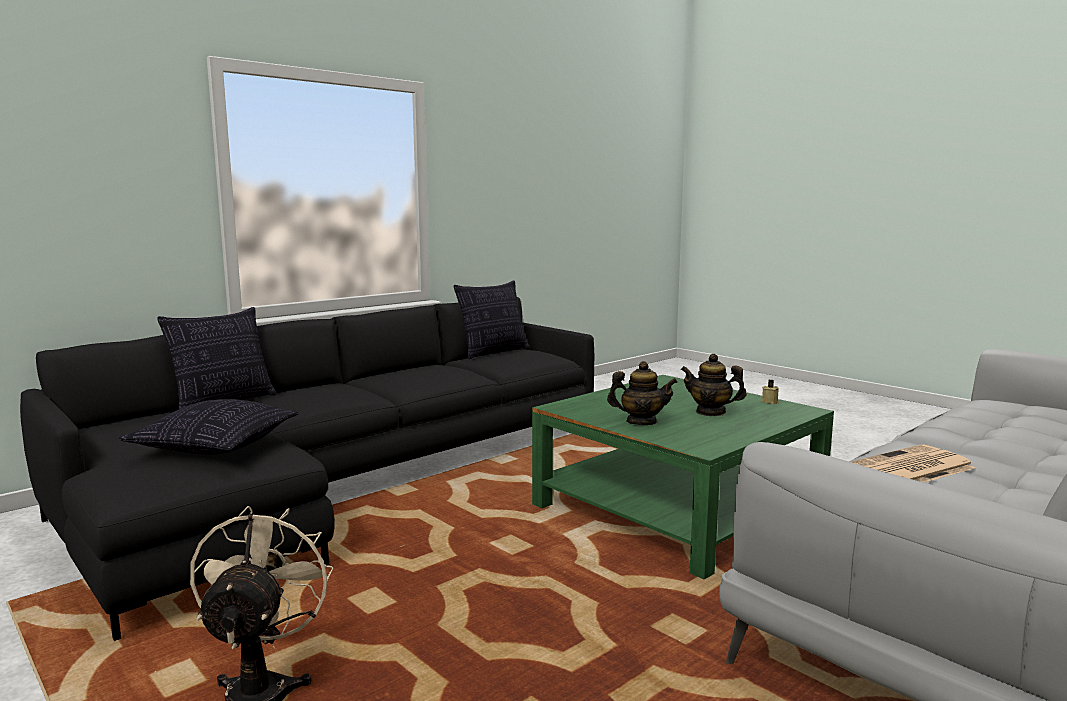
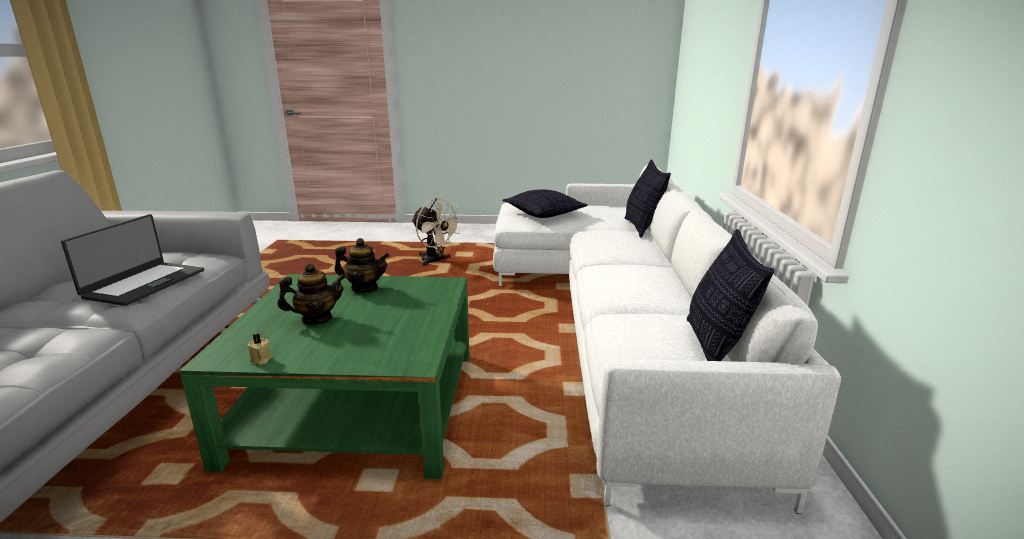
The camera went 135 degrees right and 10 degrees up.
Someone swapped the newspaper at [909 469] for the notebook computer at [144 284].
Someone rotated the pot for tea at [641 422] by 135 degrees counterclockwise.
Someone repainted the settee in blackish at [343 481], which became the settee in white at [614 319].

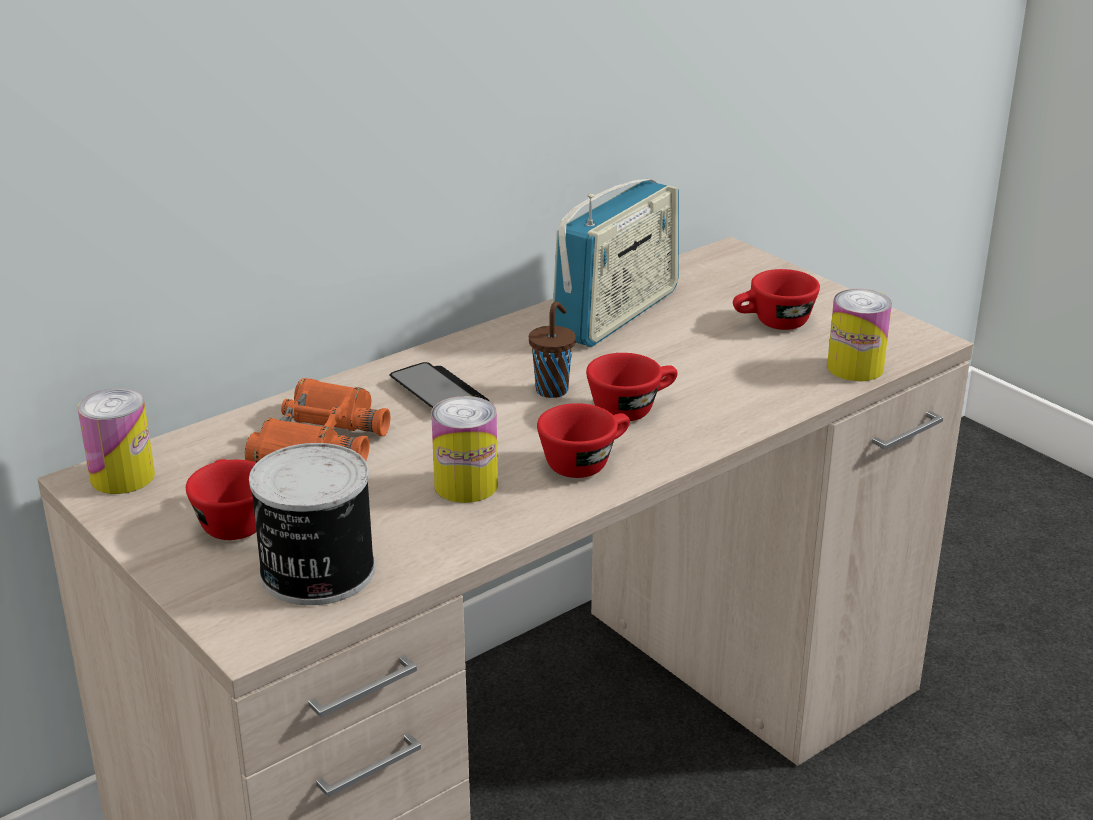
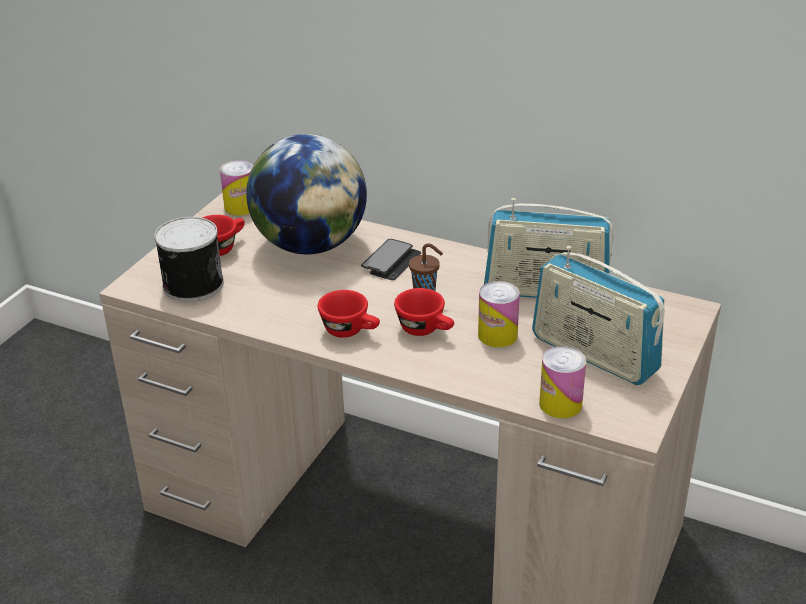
The camera went 65 degrees right and 5 degrees up.
Someone swapped the field glasses in orange at [320 442] for the desk globe at [310 245].
Someone carried the can from [466 485] to [497 335].
Someone swapped the cup in red-coloured at [773 324] for the radio receiver at [594 354].

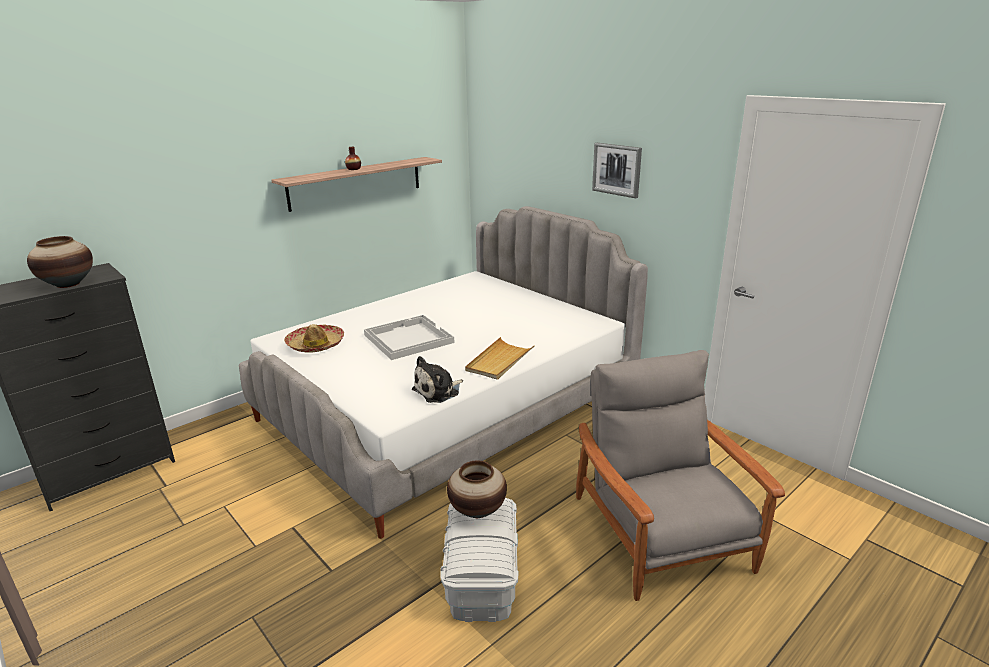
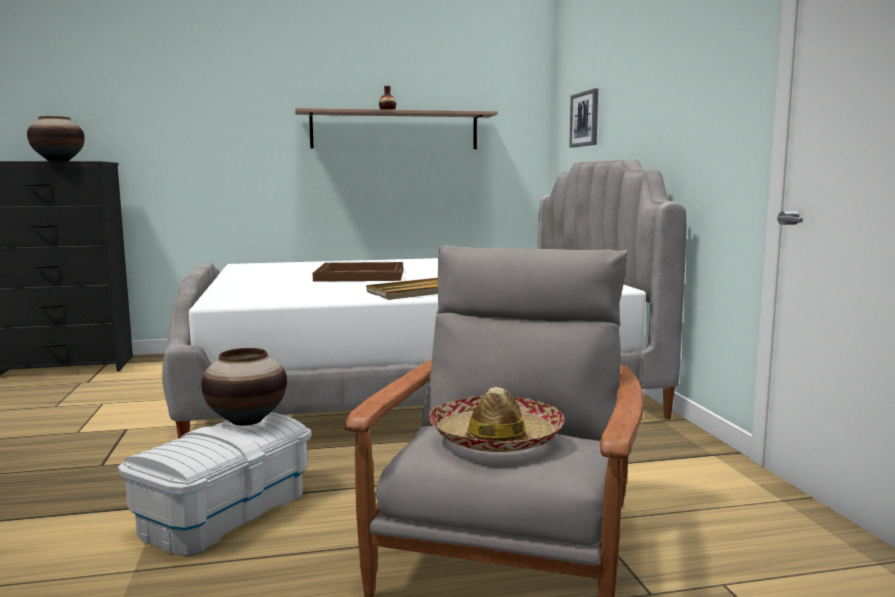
The camera went 30 degrees right and 15 degrees down.
Someone repainted the serving tray in white at [407 338], which became the serving tray in brown-coloured at [359 275].
Someone carried the hat from [315 345] to [495 438].
Someone carried the picture from [617 169] to [585 119].
Someone took away the soft toy at [438 391].

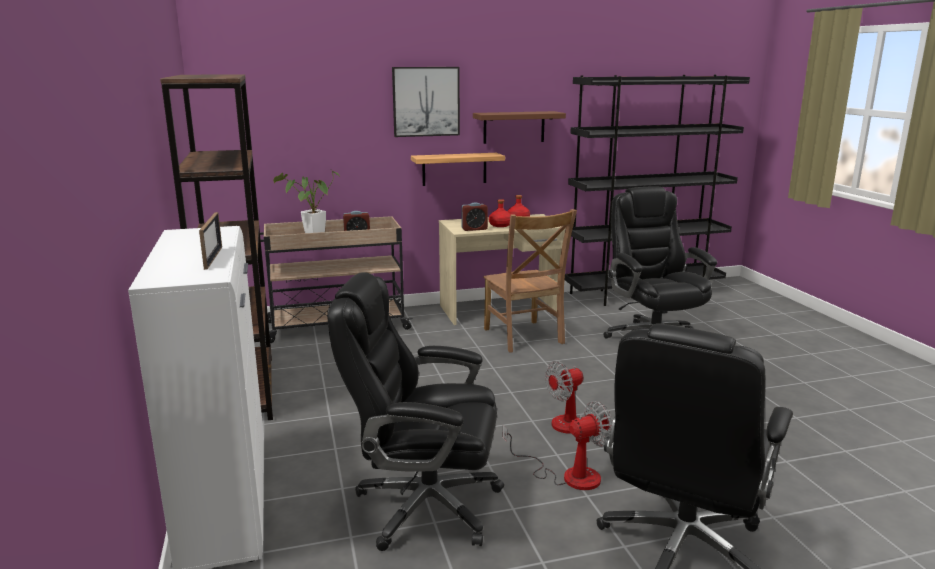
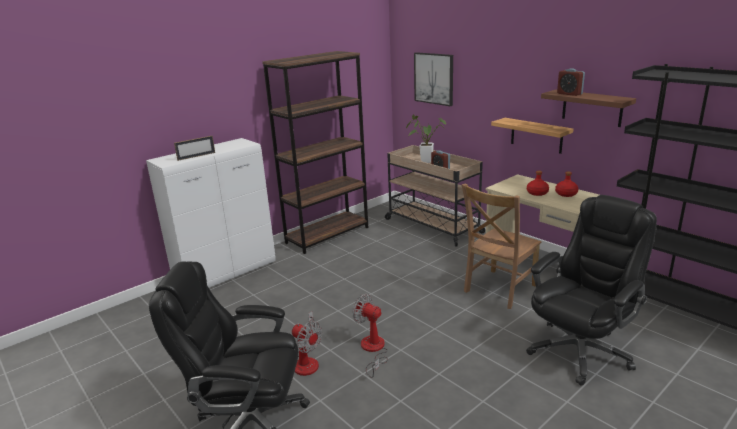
The camera went 65 degrees right and 5 degrees up.
Someone carried the picture from [426 101] to [434 78].
Someone carried the alarm clock from [474 229] to [569 94].
Someone took away the office chair in blackish at [424 505].

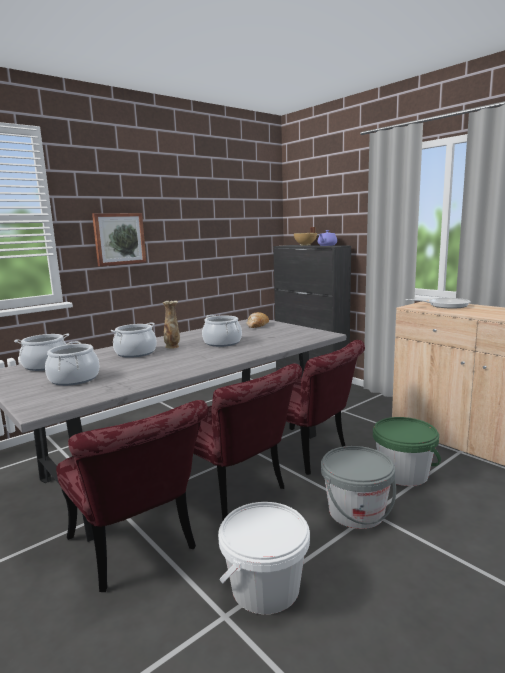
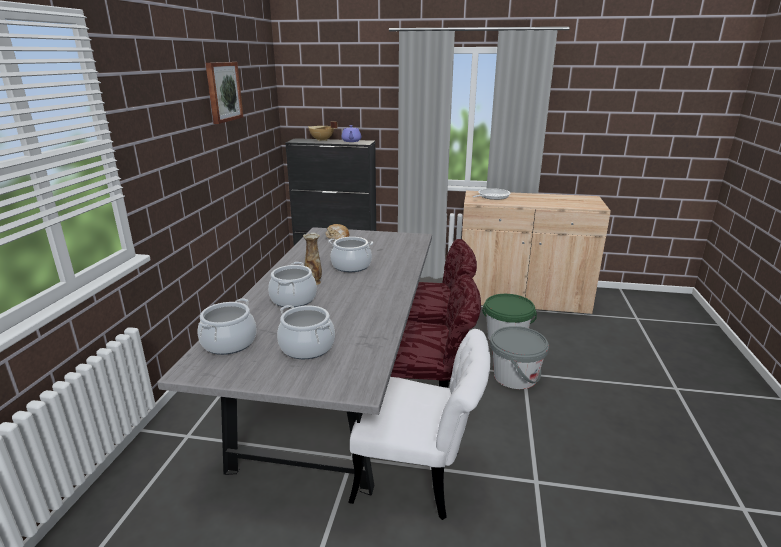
The camera went 40 degrees left and 10 degrees up.
Someone carried the picture from [119 239] to [223 92].
Someone repainted the upright chair in red-coloured at [137 550], which became the upright chair in white at [420 477].
Someone took away the water bucket in white at [265 587].

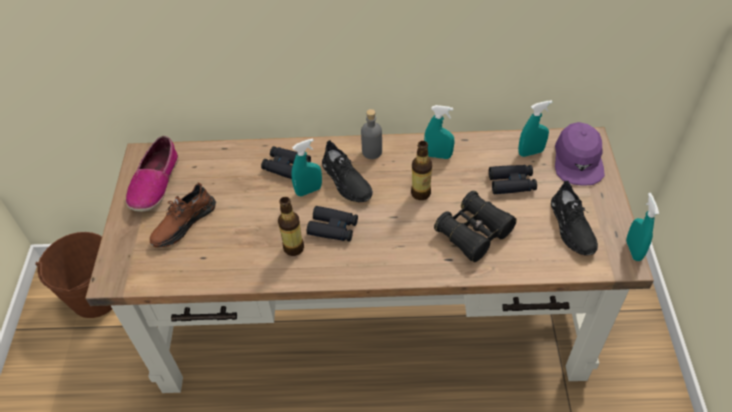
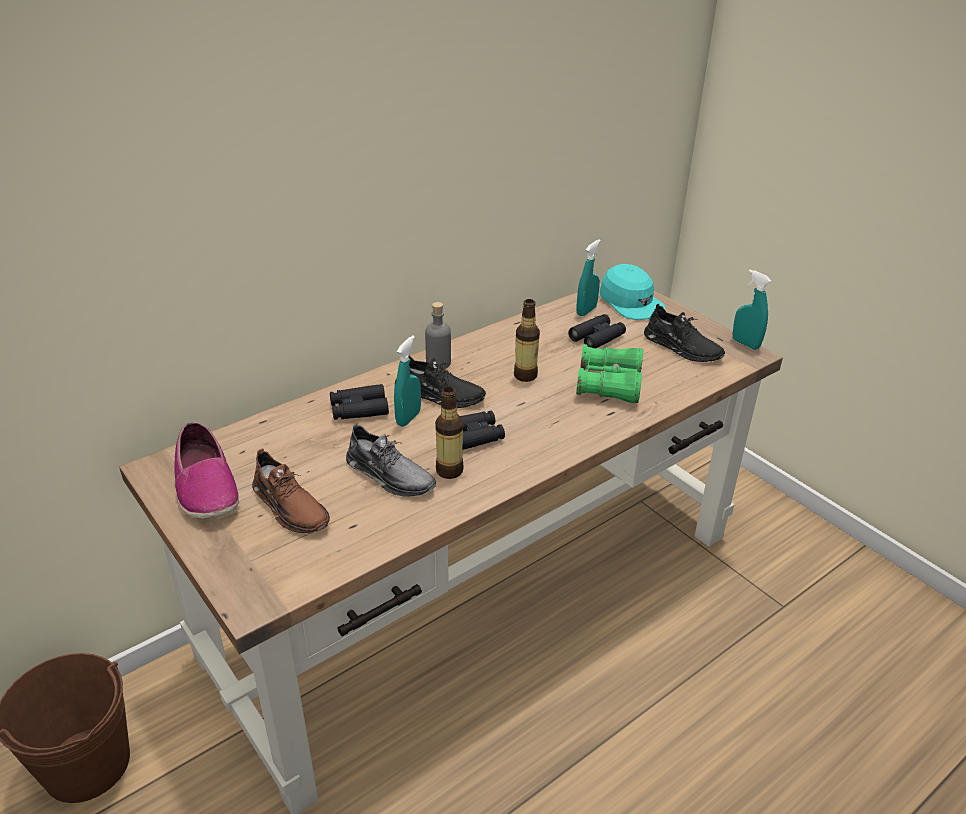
The camera went 40 degrees left and 15 degrees down.
Someone rotated the shoe in brown-coloured at [183 223] by 45 degrees counterclockwise.
Someone put down the shoe in greyish at [389 475].
Someone repainted the field glasses in blackish at [474 233], which became the field glasses in greenish at [609 385].
Someone repainted the peaked cap in purplish at [578 160], which became the peaked cap in blue-green at [630 302].
Someone took away the hand sprayer in blue-green at [438 155].

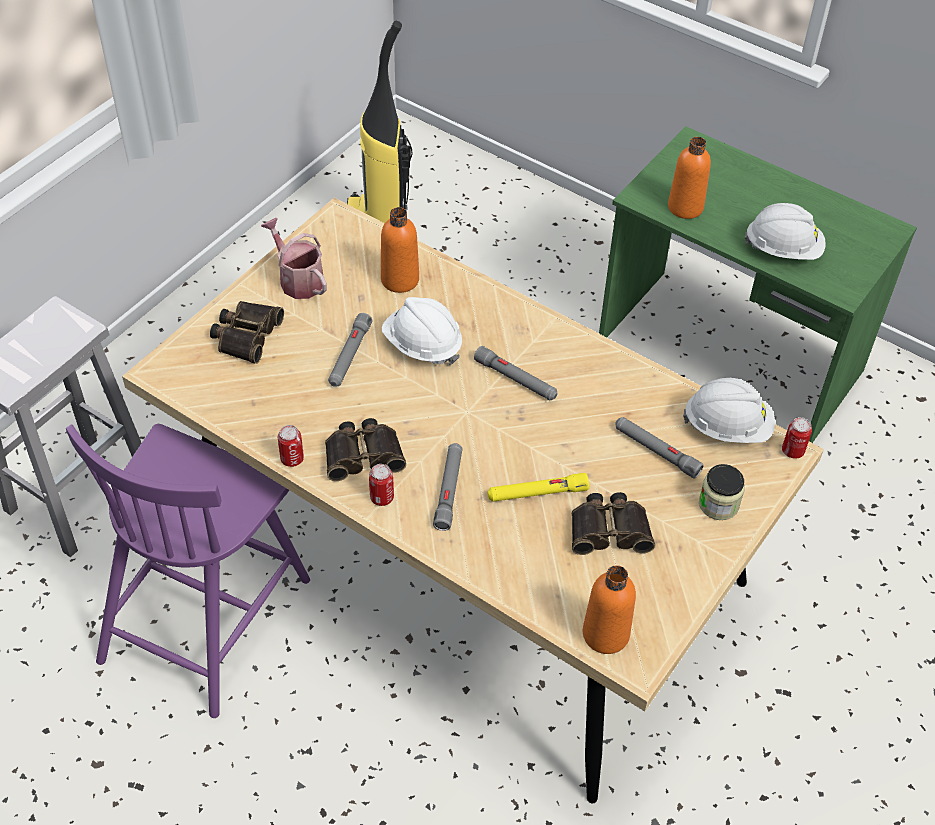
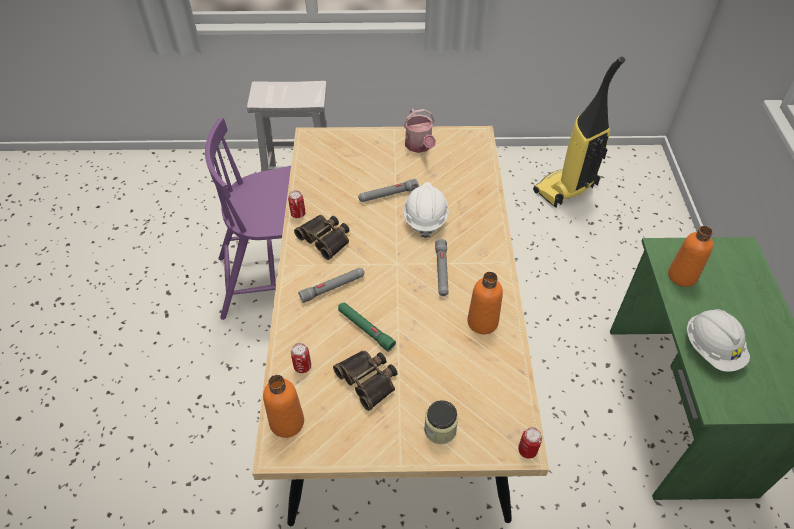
The camera went 55 degrees right and 0 degrees up.
Someone carried the can from [382 497] to [302 366].
Someone repainted the flashlight in yellow at [537 493], which became the flashlight in greenish at [365 329].
Someone rotated the sprinkling can at [298 279] by 150 degrees clockwise.
Someone carried the beverage bottle in orange from [400 280] to [482 322].
Someone took away the field glasses at [246 335].
Someone took away the flashlight in greyish at [656 451].
Someone took away the hard hat in white at [727 427].

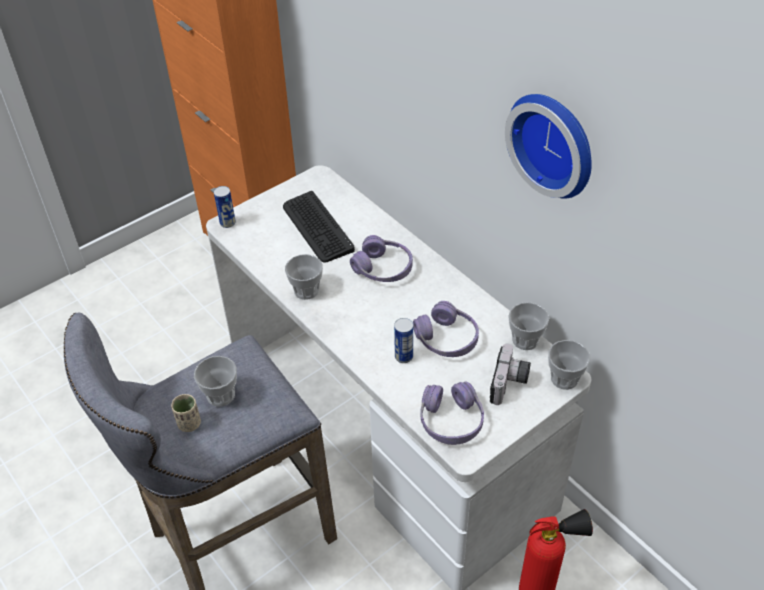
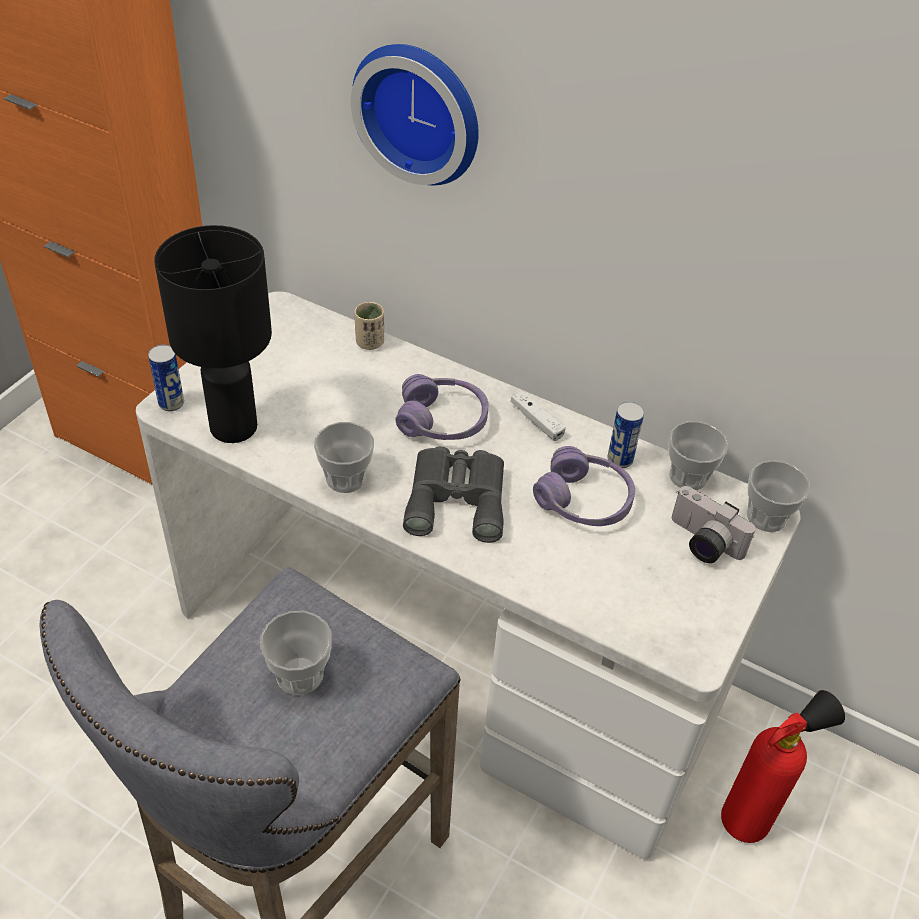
The camera went 25 degrees left and 0 degrees up.
Someone put down the table lamp in blackish at [232 428].
Someone carried the wall clock from [555 142] to [421 111].
Someone carried the cup in beige-coloured from [189 424] to [369 343].
Someone put down the field glasses in greyish at [457 497].
Someone put down the gamepad in white at [536 421].
Someone carried the can from [403 356] to [620 459].
Someone rotated the photo camera at [510 384] by 135 degrees clockwise.
Someone took away the computer keyboard at [317 227].
Someone took away the headphones in purplish at [451 421].

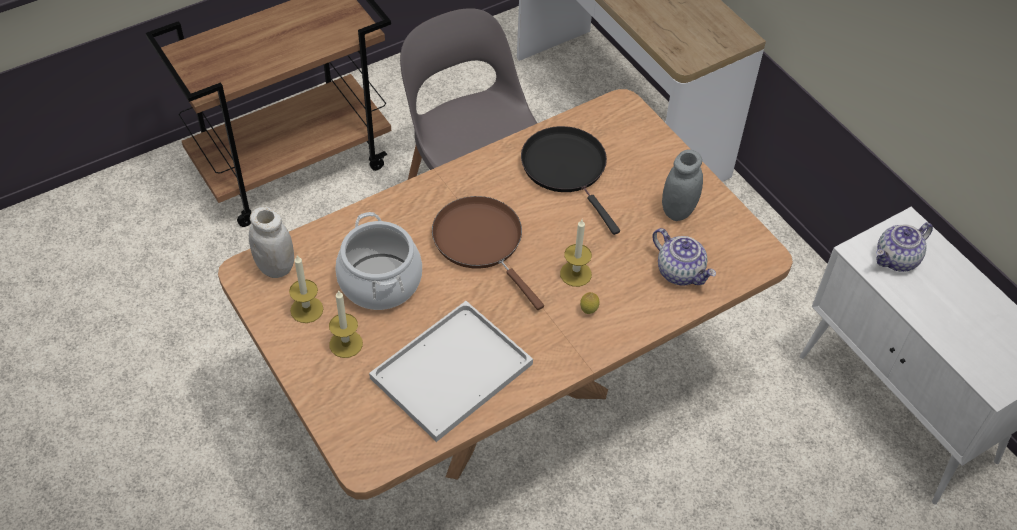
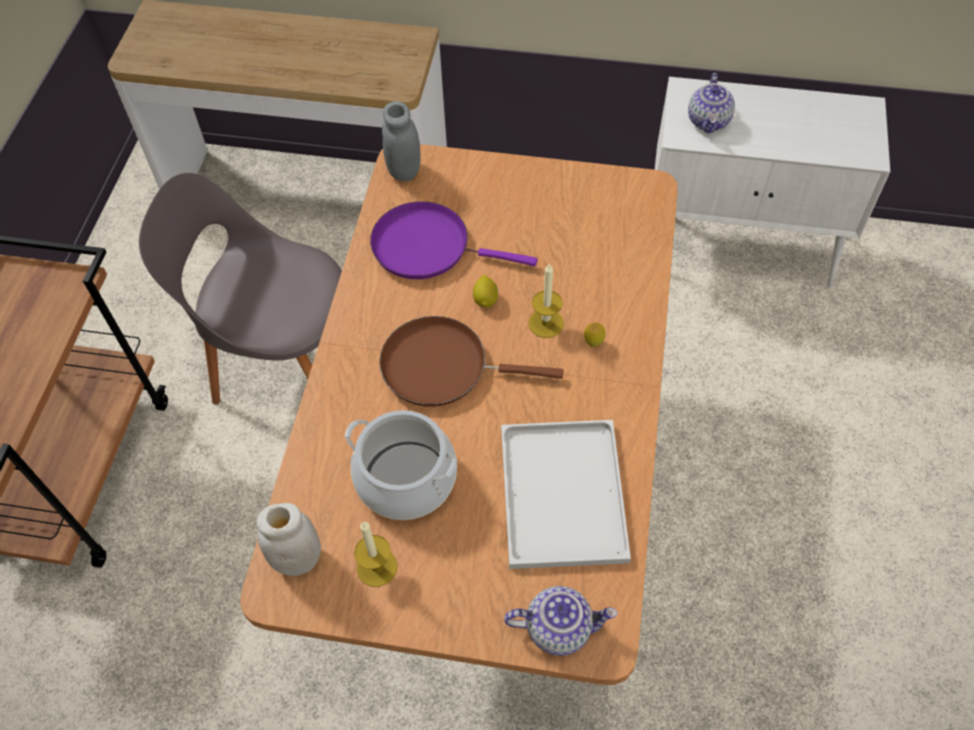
The camera went 45 degrees left and 5 degrees up.
Someone repainted the skillet in blackish at [567 169], which became the skillet in purplish at [428 246].
Someone carried the jar in greyish from [678 210] to [404 170].
Someone put down the whole lemon at [485 299].
Someone carried the pot for tea from [680 272] to [559 627].
Someone took away the wax candle at [346 344].

